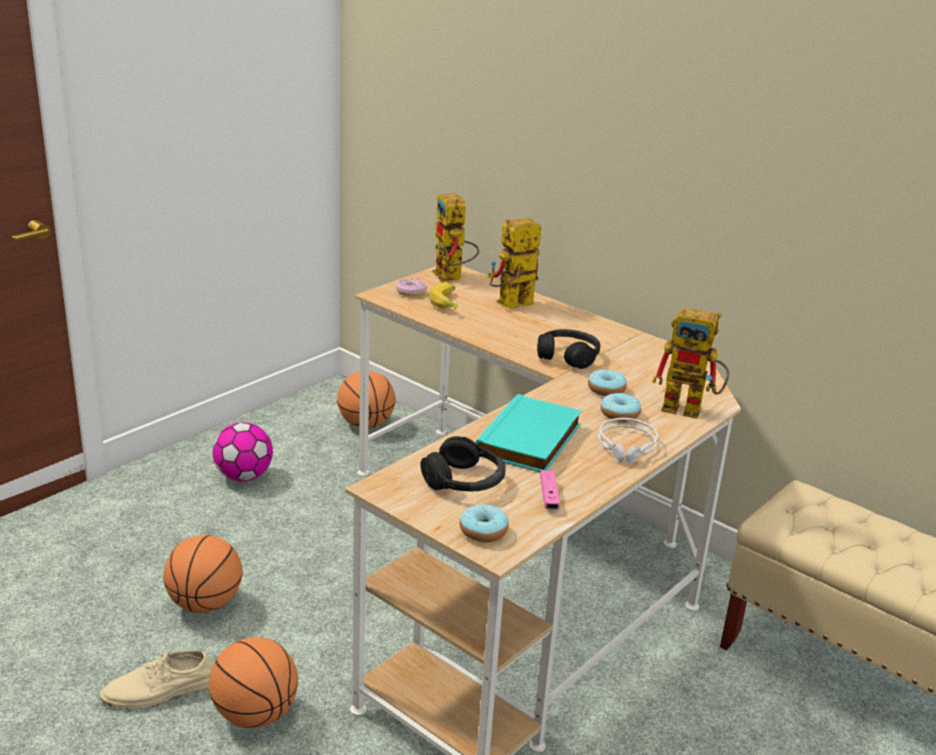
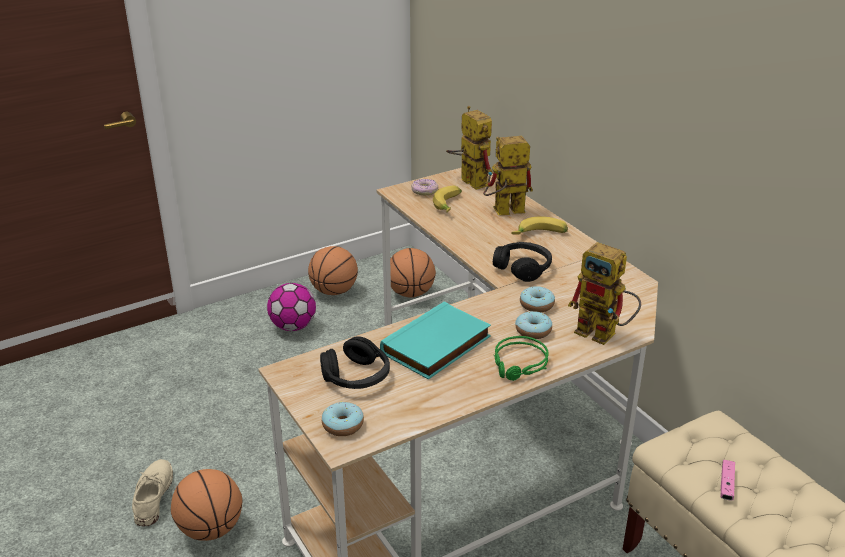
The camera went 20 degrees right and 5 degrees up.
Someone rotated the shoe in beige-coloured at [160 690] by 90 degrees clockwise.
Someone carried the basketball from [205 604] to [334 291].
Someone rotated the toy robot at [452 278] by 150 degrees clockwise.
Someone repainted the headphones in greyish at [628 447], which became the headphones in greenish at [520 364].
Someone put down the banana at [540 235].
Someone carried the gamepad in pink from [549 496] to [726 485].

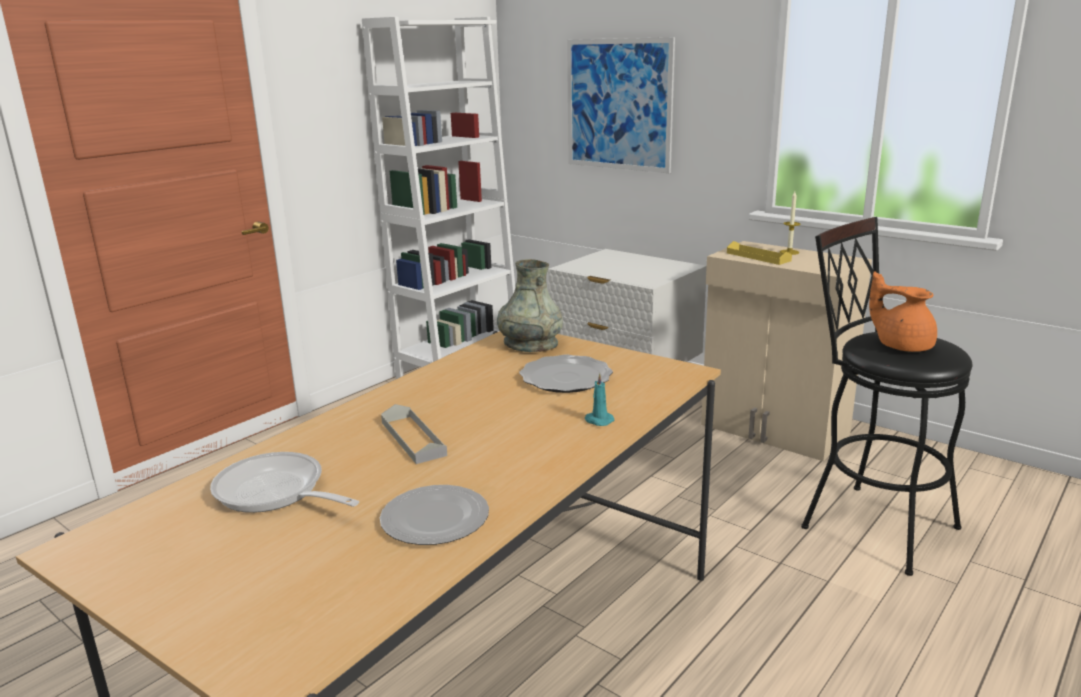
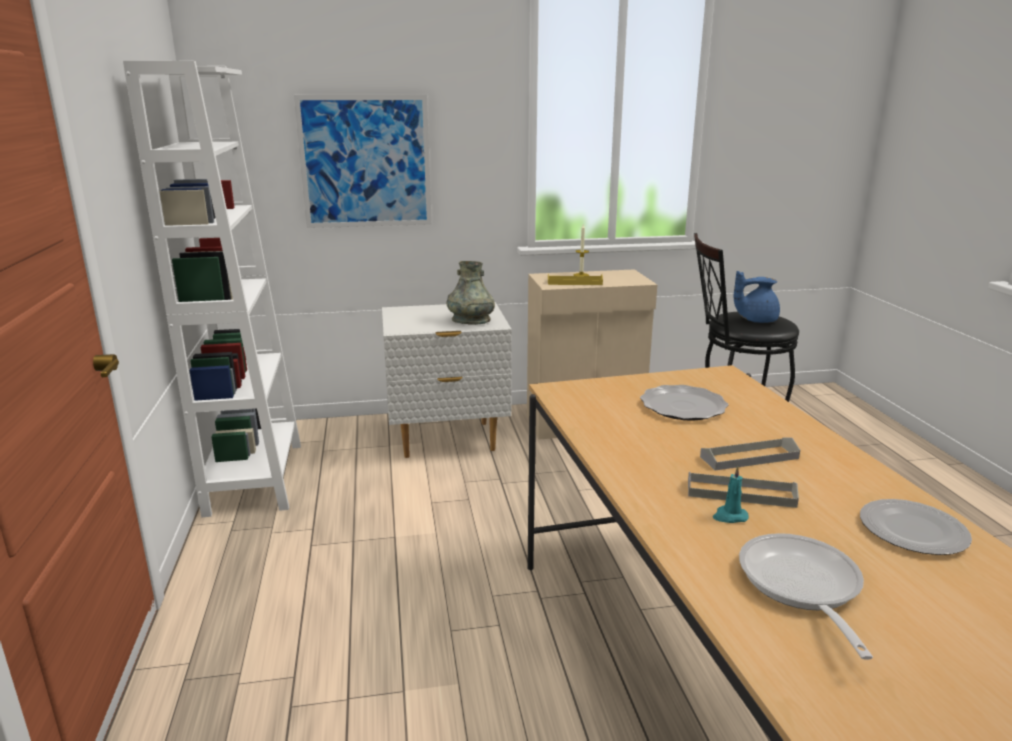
The camera went 50 degrees left and 0 degrees up.
Someone carried the decorative vase in greyish from [530 344] to [471 321].
Someone put down the serving tray in greyish at [749 457].
Someone carried the wax candle in blue-green from [598 420] to [729 516].
Someone repainted the pot for tea in orange at [902 345], which became the pot for tea in blue-coloured at [755 320].
Someone rotated the skillet at [275 493] by 105 degrees clockwise.

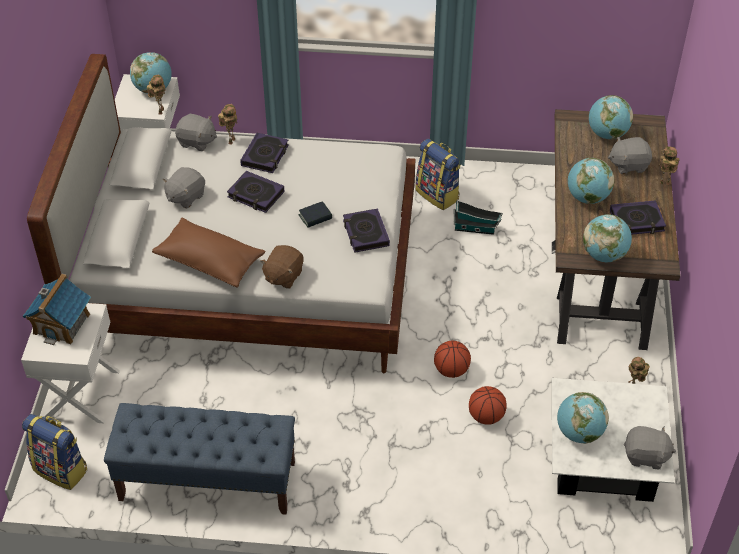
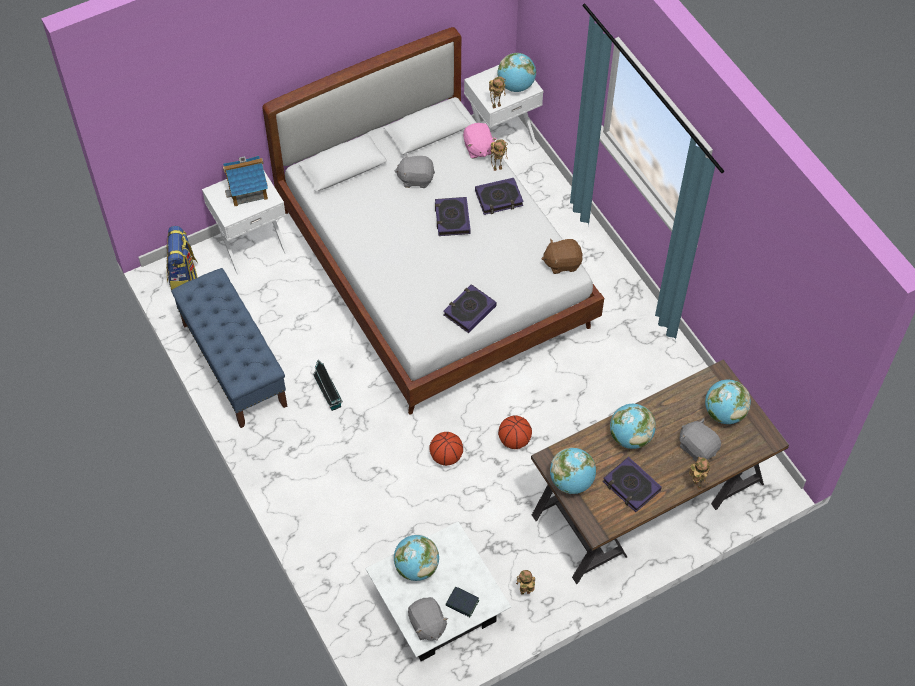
The camera went 55 degrees right and 10 degrees up.
Someone carried the toy house from [476 229] to [329 395].
Someone carried the bound book from [315 217] to [462 603].
Someone repainted the soft toy in greyish at [197 142], which became the soft toy in pink at [478 148].
Someone carried the basketball from [486 416] to [514 440].
Someone carried the soft toy in brown-coloured from [283 276] to [562 263].
Someone took away the throw pillow in brown-coloured at [210 262].
Someone took away the rucksack at [438 195].

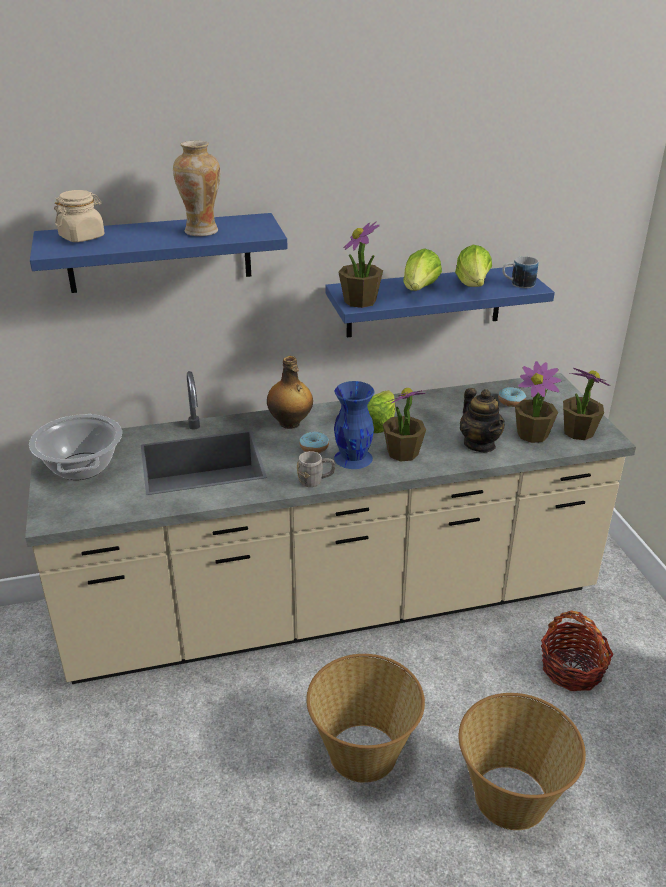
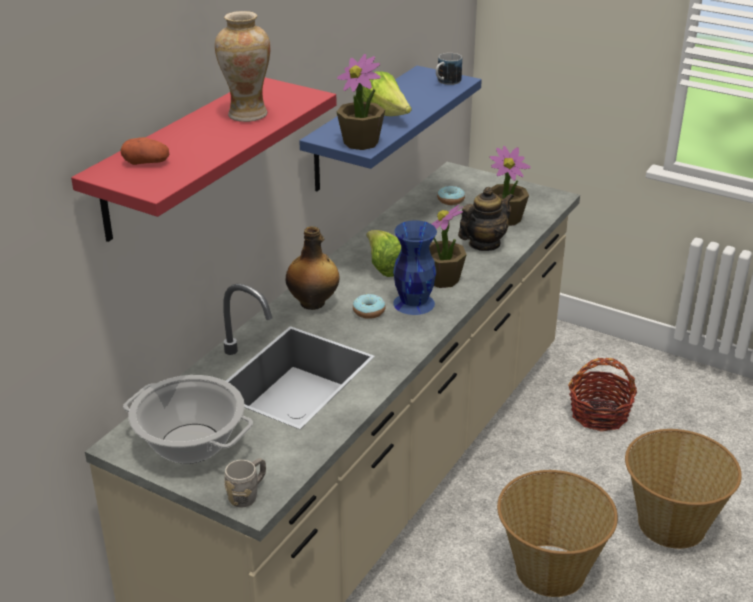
The camera went 45 degrees left and 0 degrees up.
Someone repainted the bracket shelf in blue-coloured at [159 253], which became the bracket shelf in red-coloured at [178 158].
Someone swapped the jar in beige-coloured at [82 237] for the potato at [146 162].
Someone carried the tea mug in greyish from [316 481] to [248 494].
Someone rotated the pot for tea at [479 444] by 60 degrees counterclockwise.
Someone took away the lettuce at [473 286].
Someone took away the plant in a pot at [578 432].

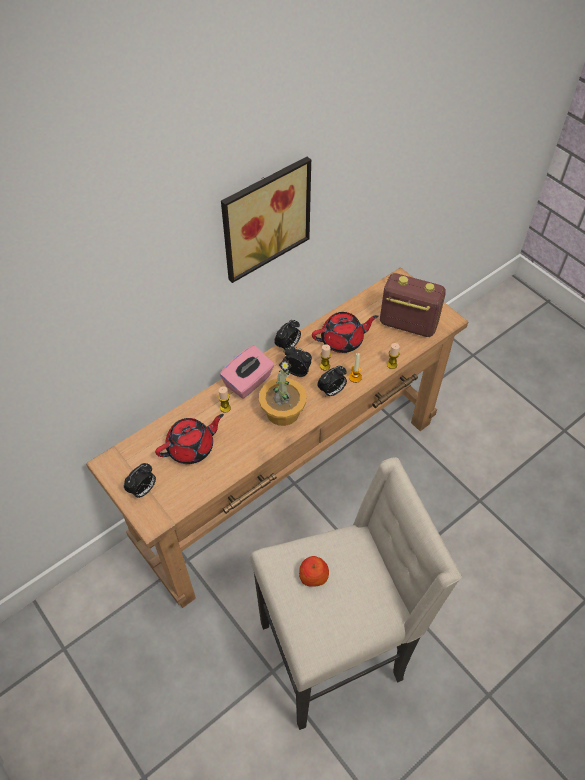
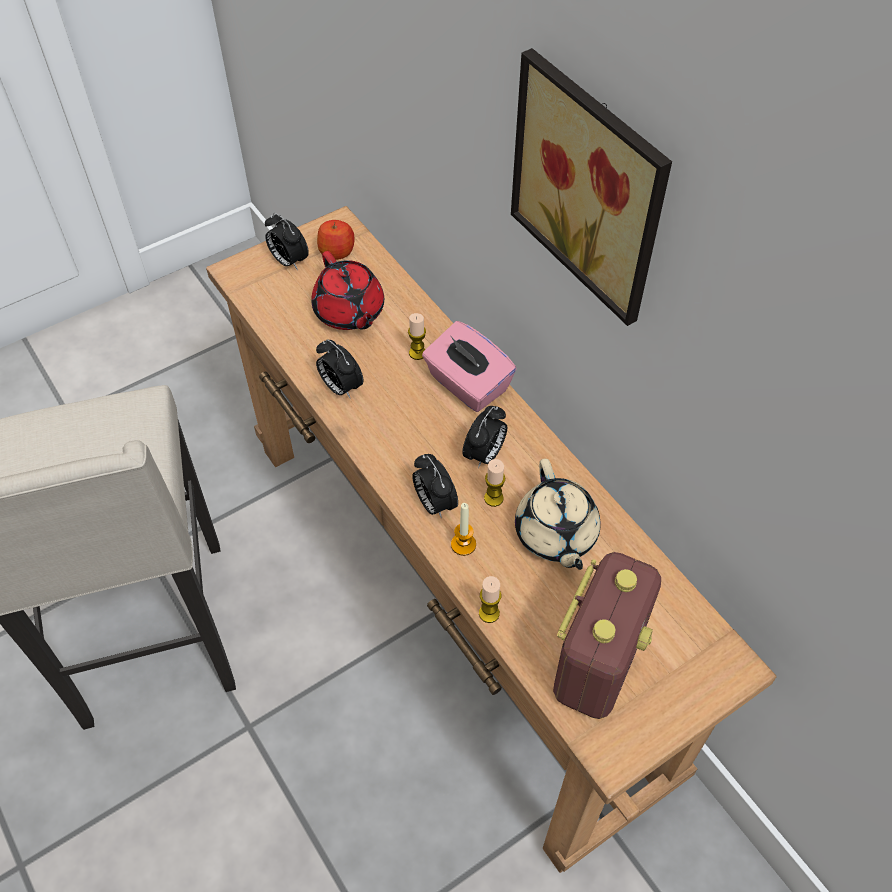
The camera went 95 degrees right and 0 degrees up.
Someone carried the alarm clock from [288 346] to [340 387].
Someone carried the apple from [313 576] to [337 251].
Someone repainted the pot for tea in red-coloured at [343 340], which became the pot for tea in beige-coloured at [556 534].
Someone took away the plant in a pot at [282 411].

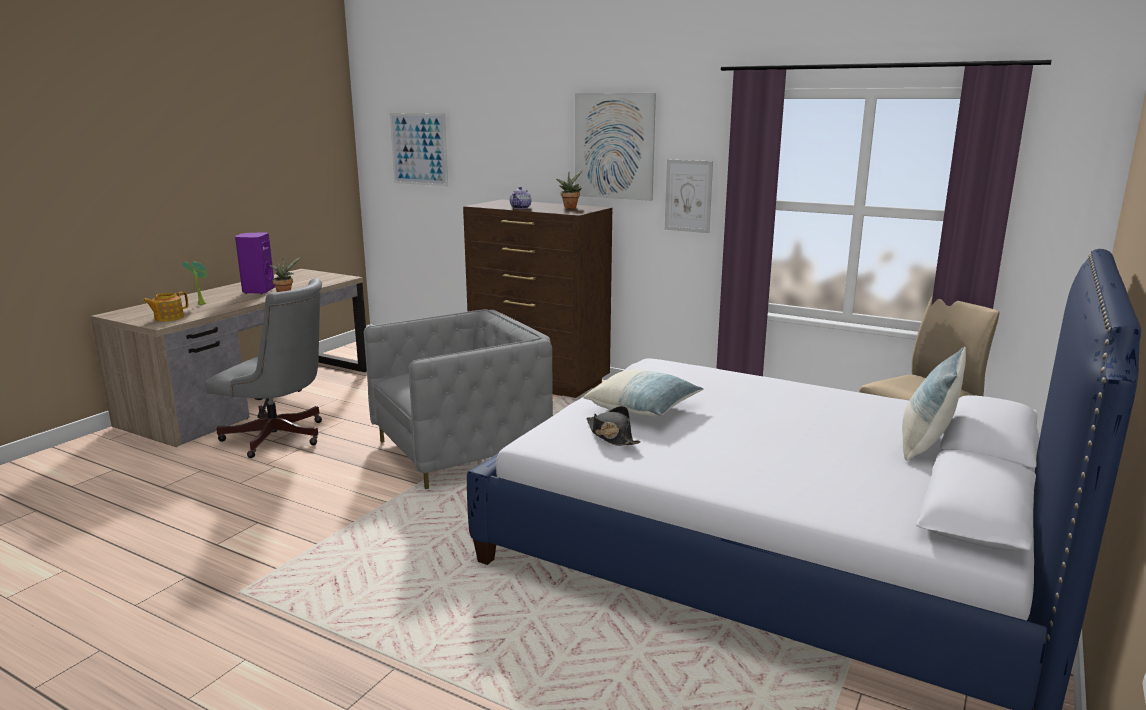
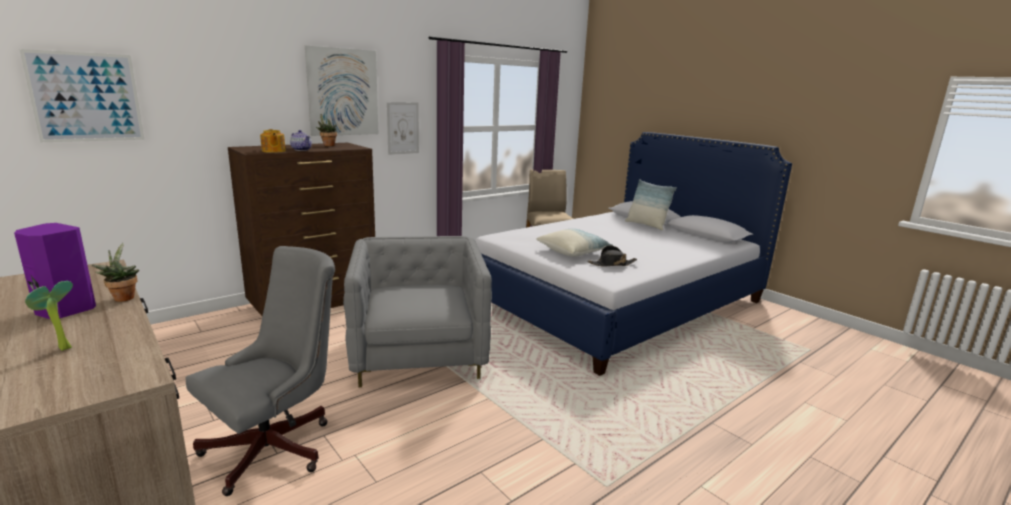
The camera went 70 degrees left and 0 degrees up.
Someone carried the pot for tea from [168 318] to [273 151].

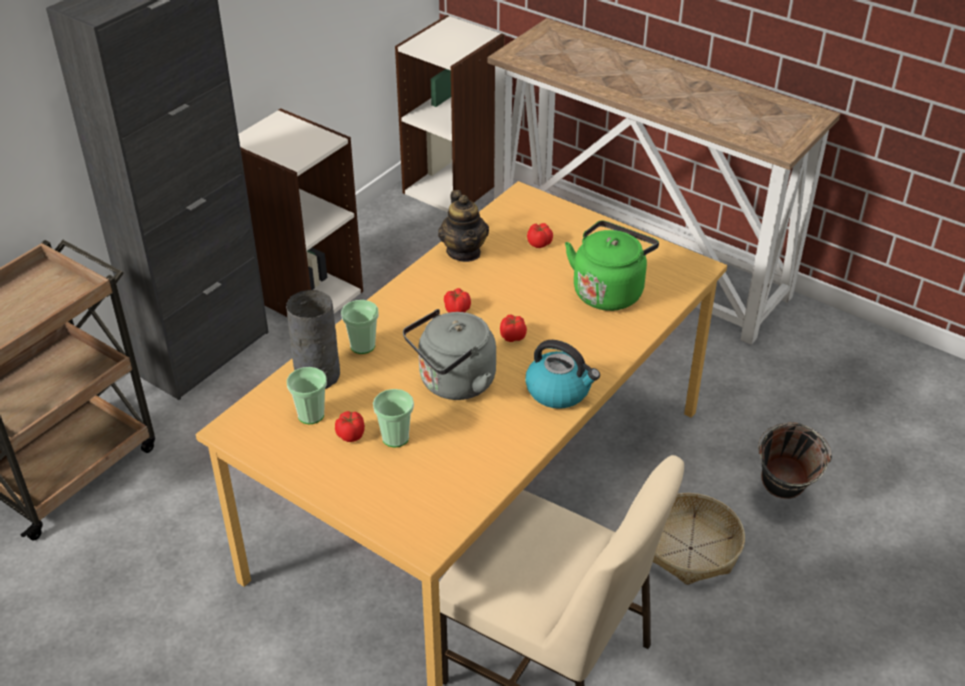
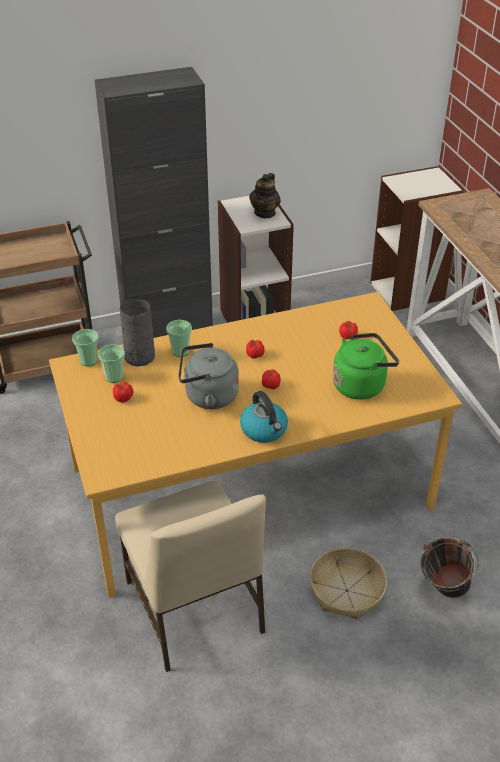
The camera went 35 degrees right and 0 degrees up.
Someone carried the cup from [395 438] to [88 361].
Someone carried the pot for tea from [464 252] to [265 212].

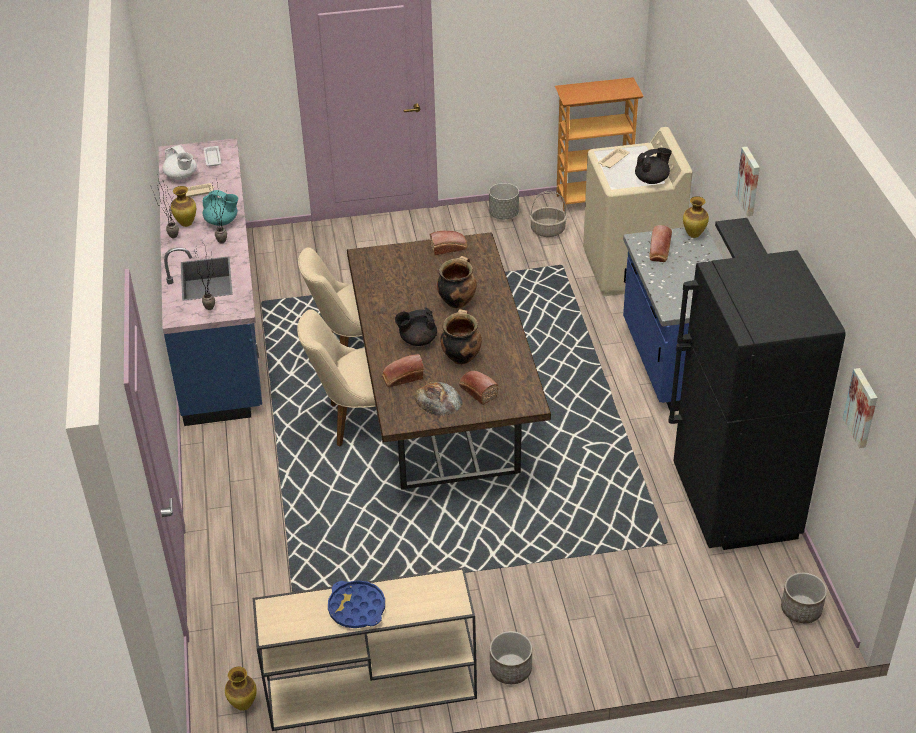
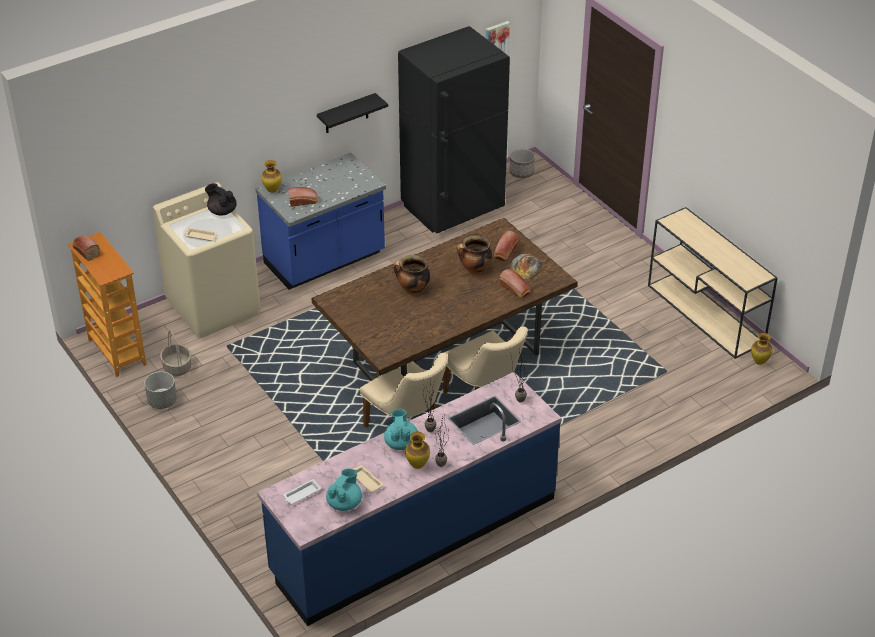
The camera went 115 degrees left and 0 degrees up.
Someone carried the bakery bread from [449 248] to [85 251].
Someone repainted the pot for tea in white at [181 176], which became the pot for tea in blue-green at [344 503].
Someone took away the serving tray in blue-coloured at [357 608].
Someone took away the pot for tea in blackish at [417 340].
Someone took away the planter at [510 669].
Someone took away the picture at [750 181].

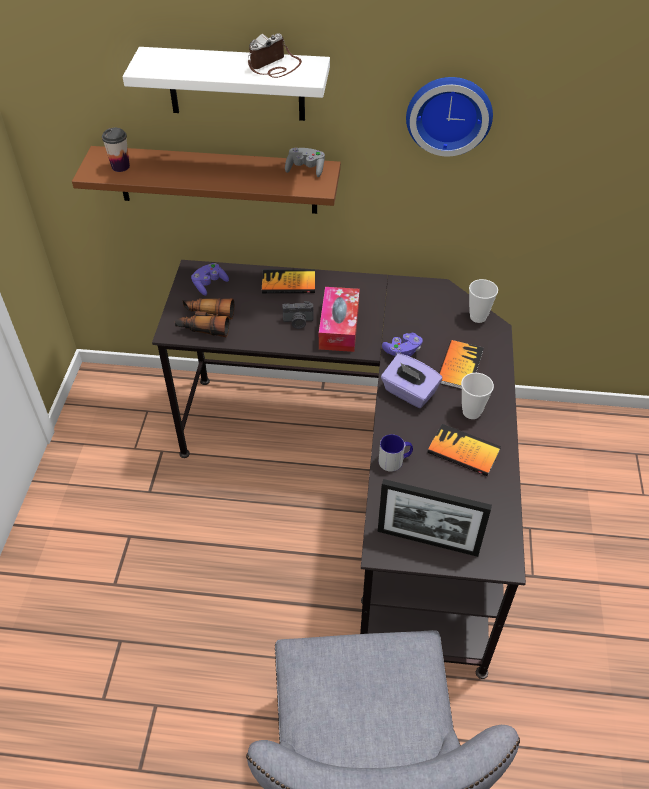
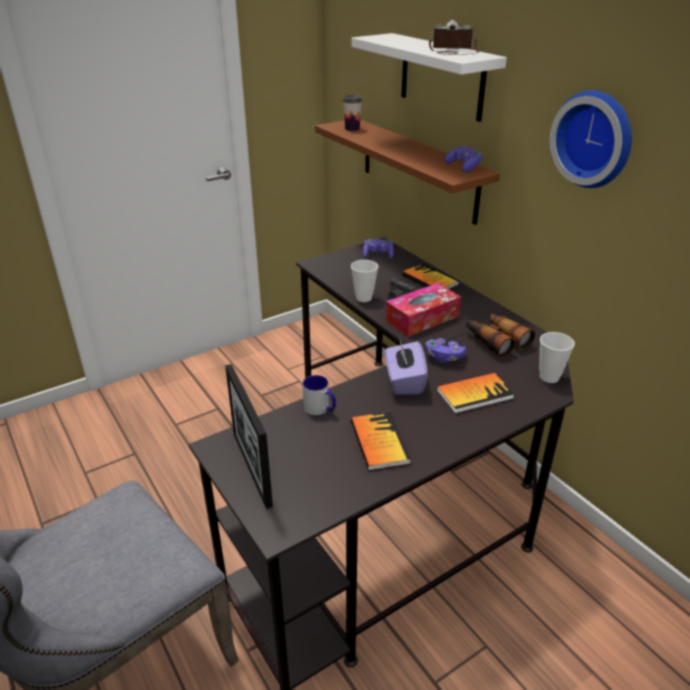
The camera went 50 degrees right and 15 degrees down.
Someone carried the cup from [471 412] to [363 298].
Someone repainted the gamepad in greyish at [305 169], which became the gamepad in purplish at [464 167].
Someone carried the field glasses from [205 323] to [495 340].

